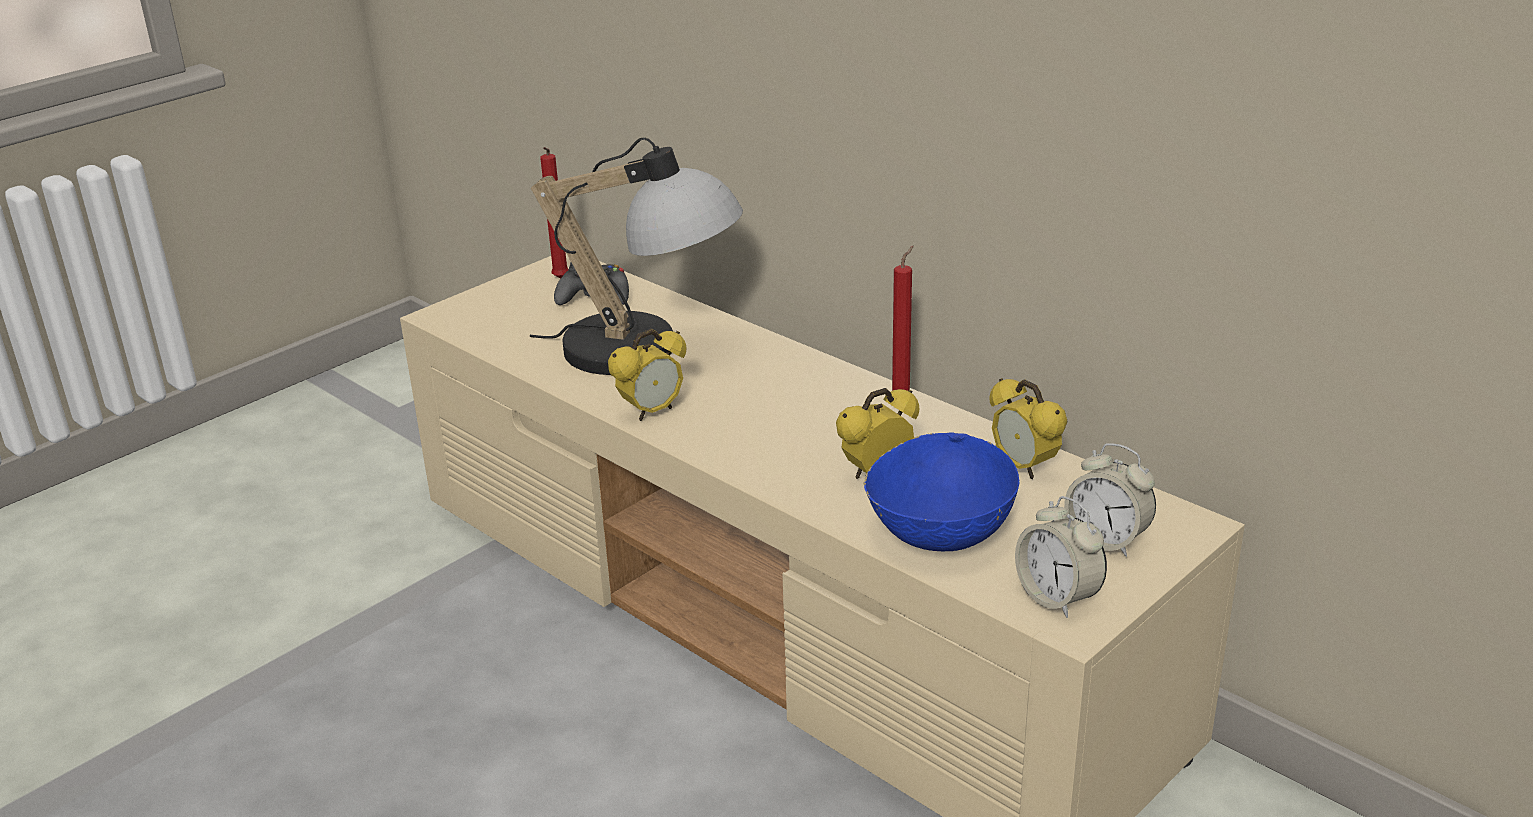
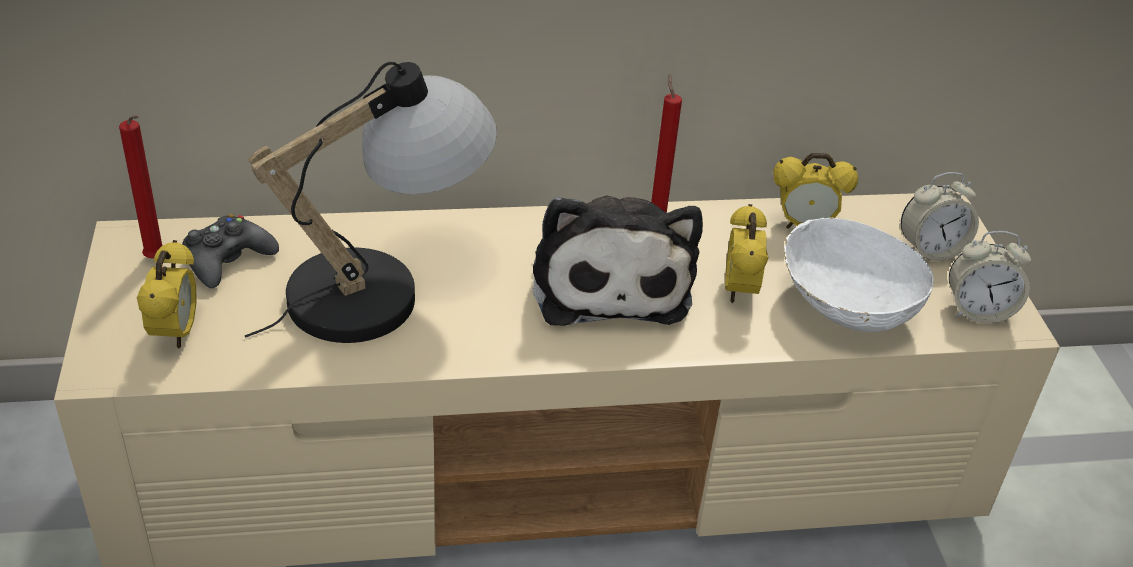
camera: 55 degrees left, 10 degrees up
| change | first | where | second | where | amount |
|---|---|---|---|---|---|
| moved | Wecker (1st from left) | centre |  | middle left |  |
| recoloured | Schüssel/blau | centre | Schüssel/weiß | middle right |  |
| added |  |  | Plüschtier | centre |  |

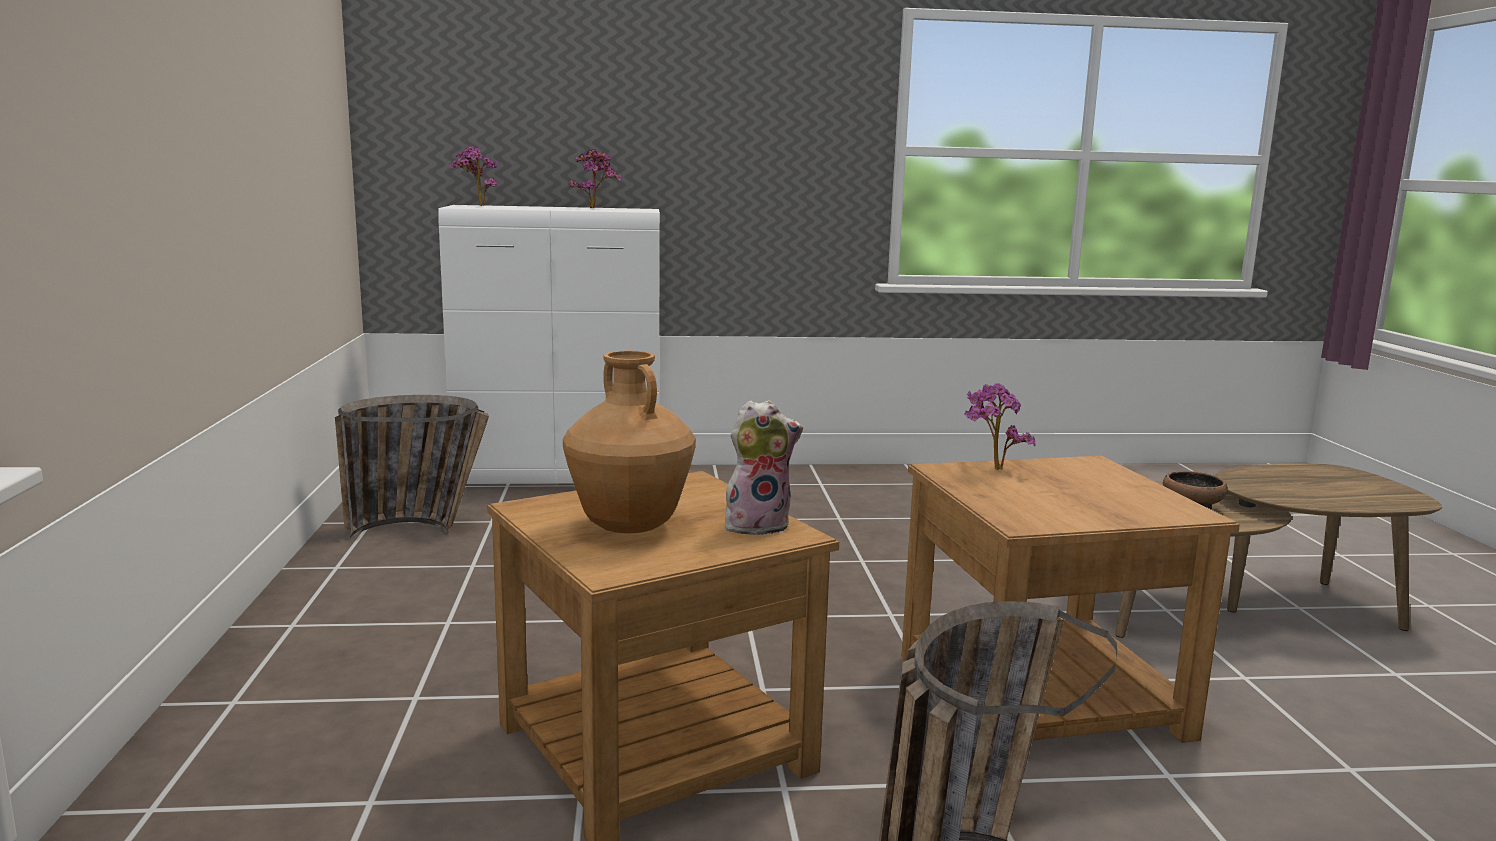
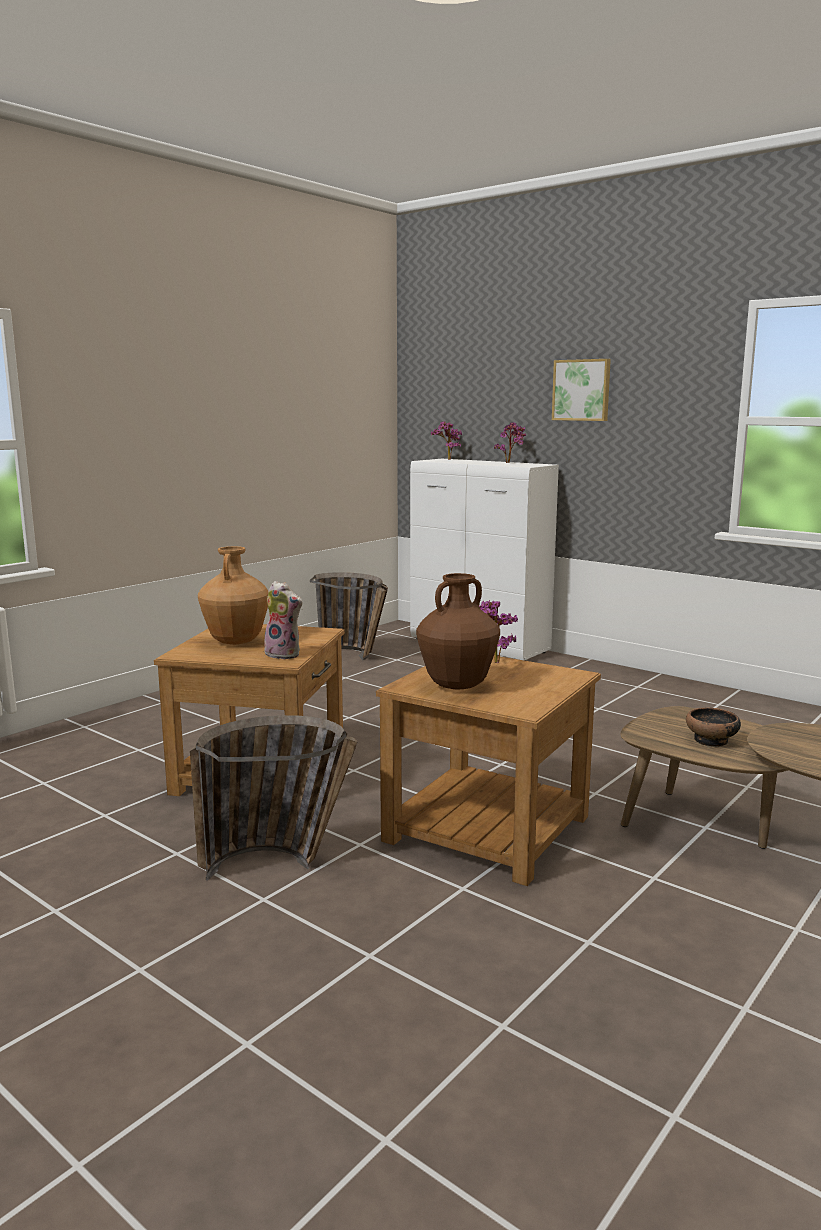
camera: 45 degrees right, 0 degrees up
| change | first | where | second | where | amount |
|---|---|---|---|---|---|
| added |  |  | Vase/braun (2nd from left) | centre |  |
| added |  |  | Bild | top right |  |

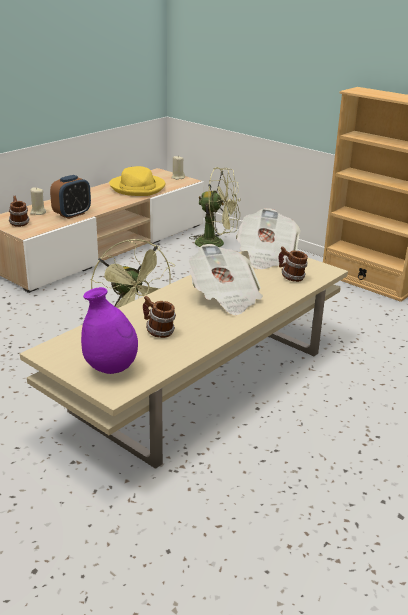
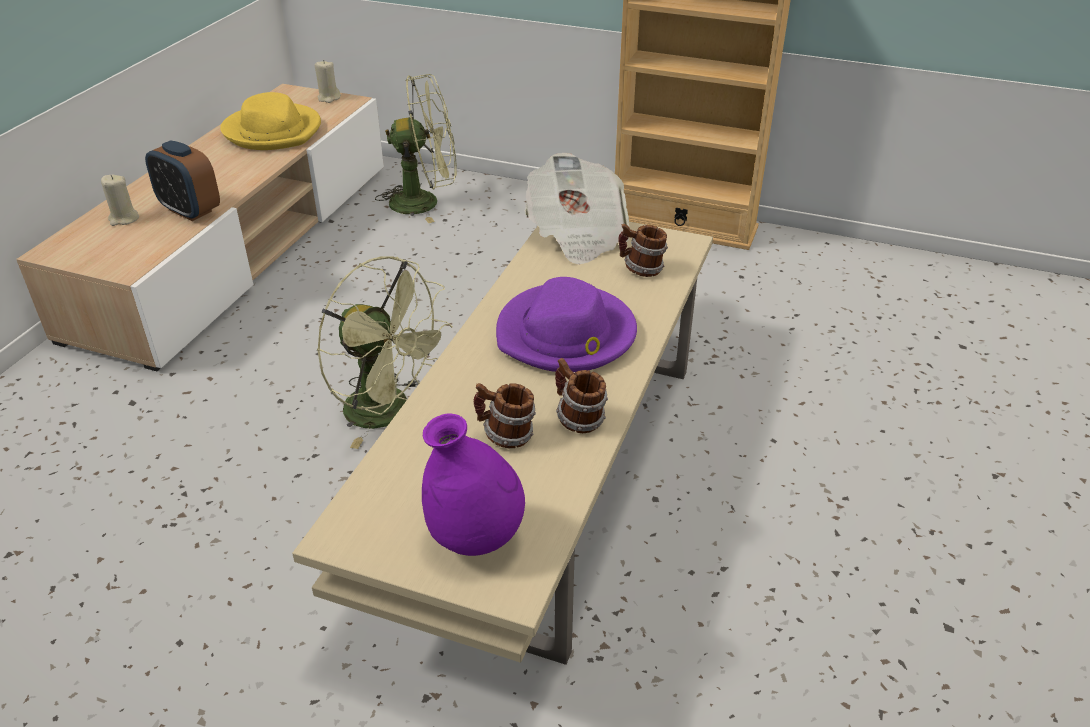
camera: 20 degrees left, 10 degrees up
| change | first | where | second | where | amount |
|---|---|---|---|---|---|
| moved | Henkelbecher (1st from left in the first image) | middle left | Henkelbecher (2nd from left) | centre |  |
| turned | Wecker | top left |  | top left | 105 degrees clockwise |
| replaced | Zeitung (1st from left) | centre | Hut/lila | centre |  |

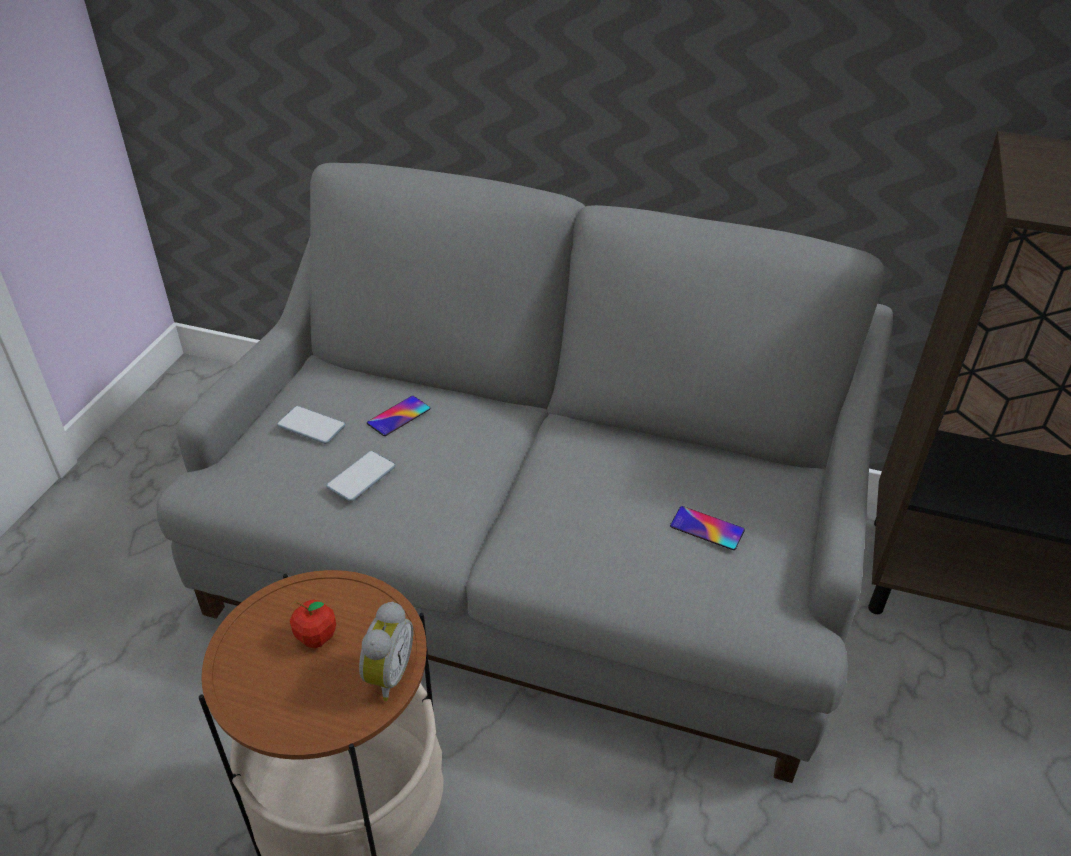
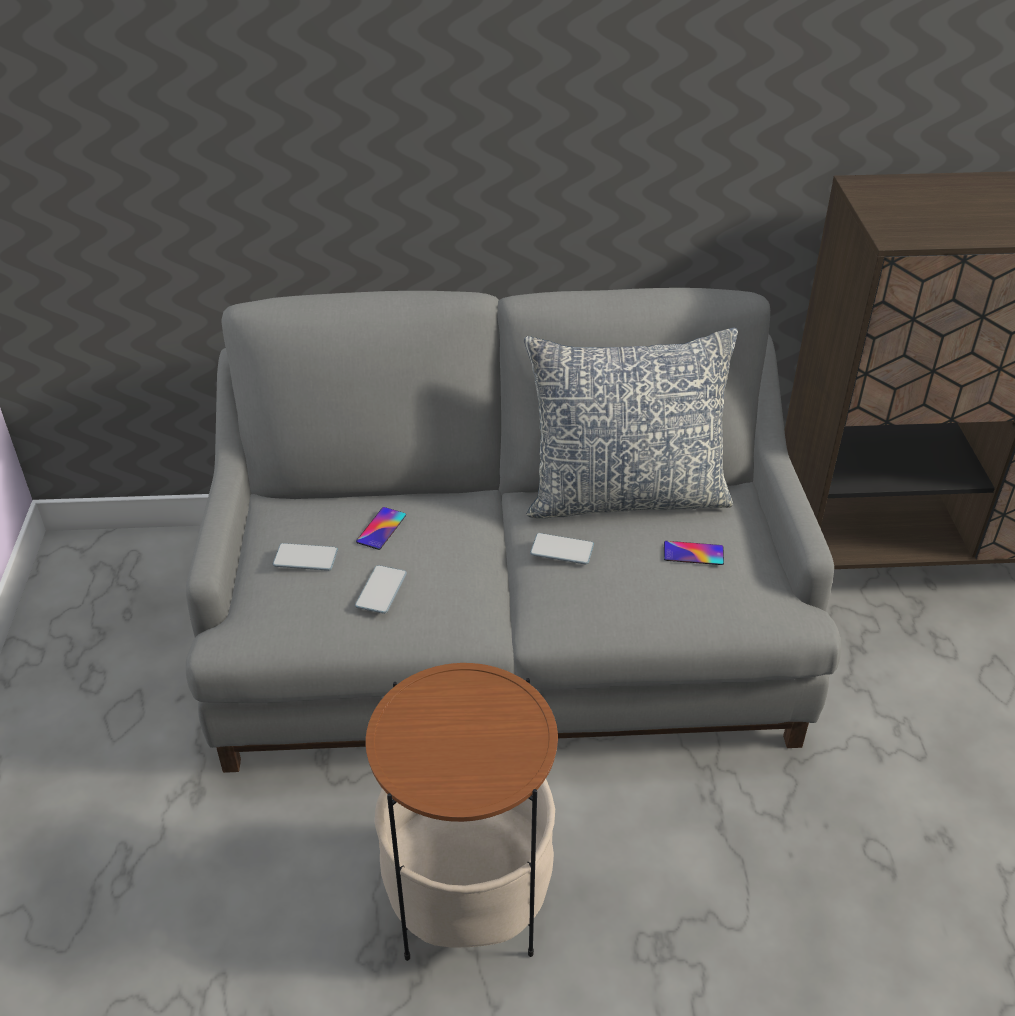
camera: 20 degrees left, 0 degrees up
| change | first | where | second | where | amount |
|---|---|---|---|---|---|
| removed | Apfel | bottom left |  |  |  |
| removed | Wecker | bottom centre |  |  |  |
| added |  |  | Kissen | centre |  |
| added |  |  | Handy (4th from left) | centre |  |

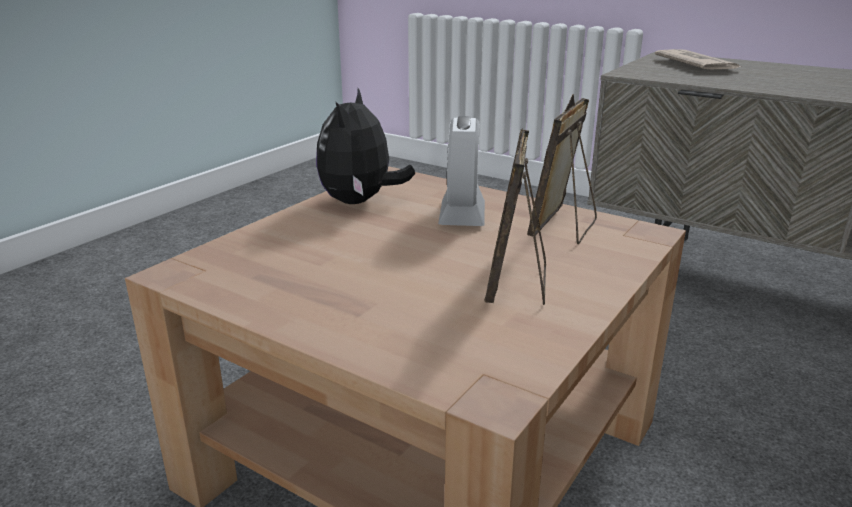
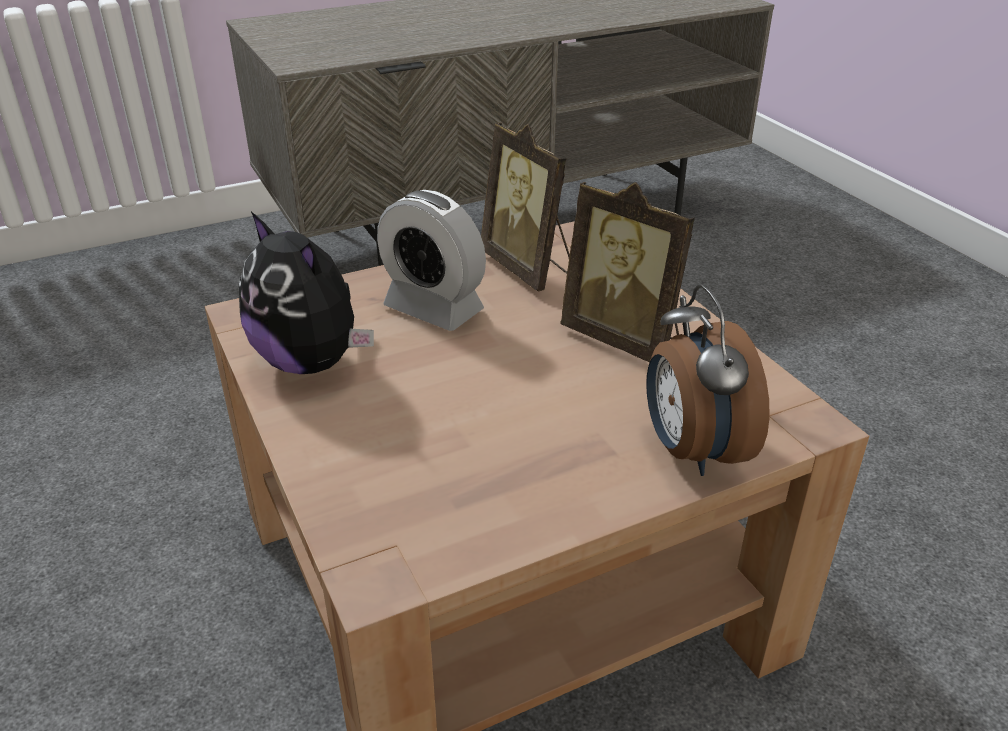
camera: 60 degrees left, 10 degrees up
| change | first | where | second | where | amount |
|---|---|---|---|---|---|
| removed | Zeitung | top right |  |  |  |
| added |  |  | Wecker (2nd from left) | middle right |  |

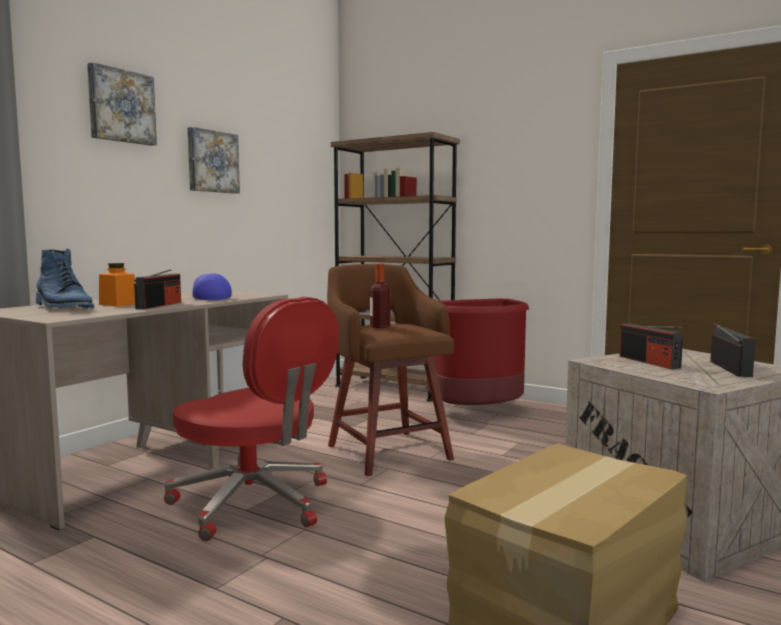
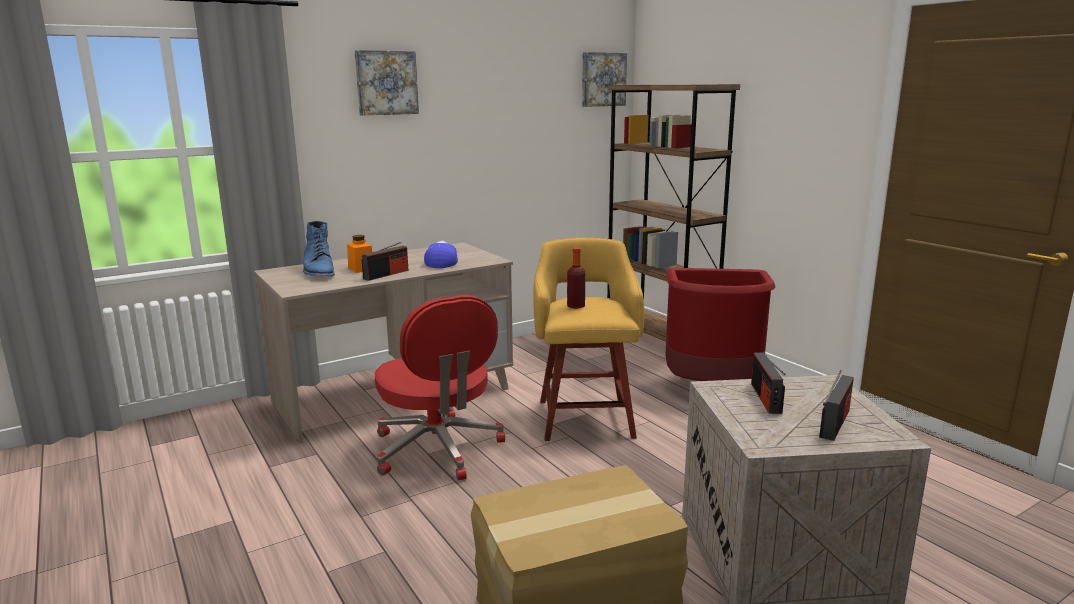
camera: 25 degrees right, 10 degrees up
| change | first | where | second | where | amount |
|---|---|---|---|---|---|
| moved | Bild (2nd from left) | top left |  | top centre |  |
| recoloured | Hocker/braun | centre | Hocker/gelb | centre |  |

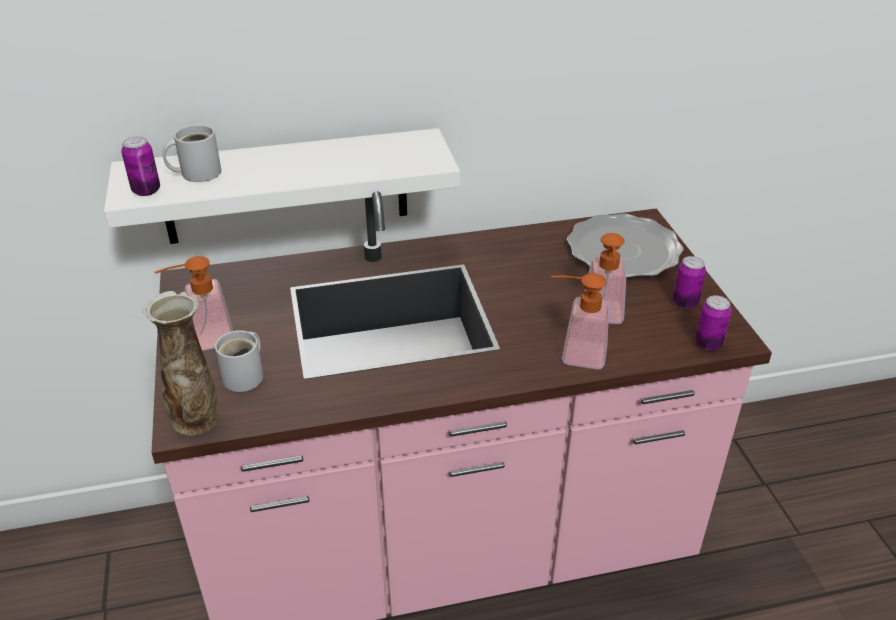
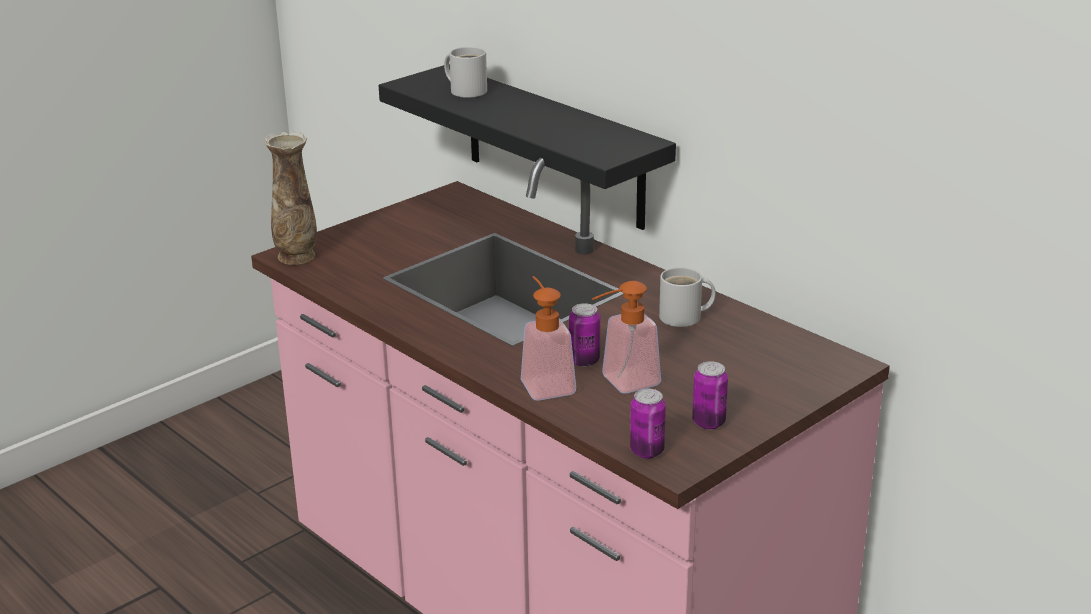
camera: 60 degrees right, 10 degrees down
| change | first | where | second | where | amount |
|---|---|---|---|---|---|
| recoloured | Wandregal/weiß | top left | Wandregal/schwarz | top centre |  |
| moved | Dose (1st from left) | top left |  | centre |  |
| removed | Seifenspender (1st from left) | middle left |  |  |  |
| moved | Henkelbecher/weiß (2nd from left) | middle left |  | centre |  |
| removed | Teller | middle right |  |  |  |

